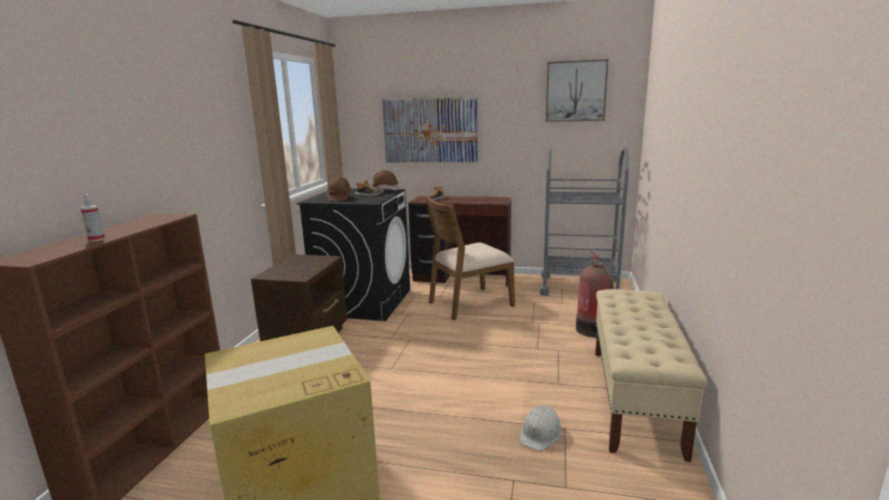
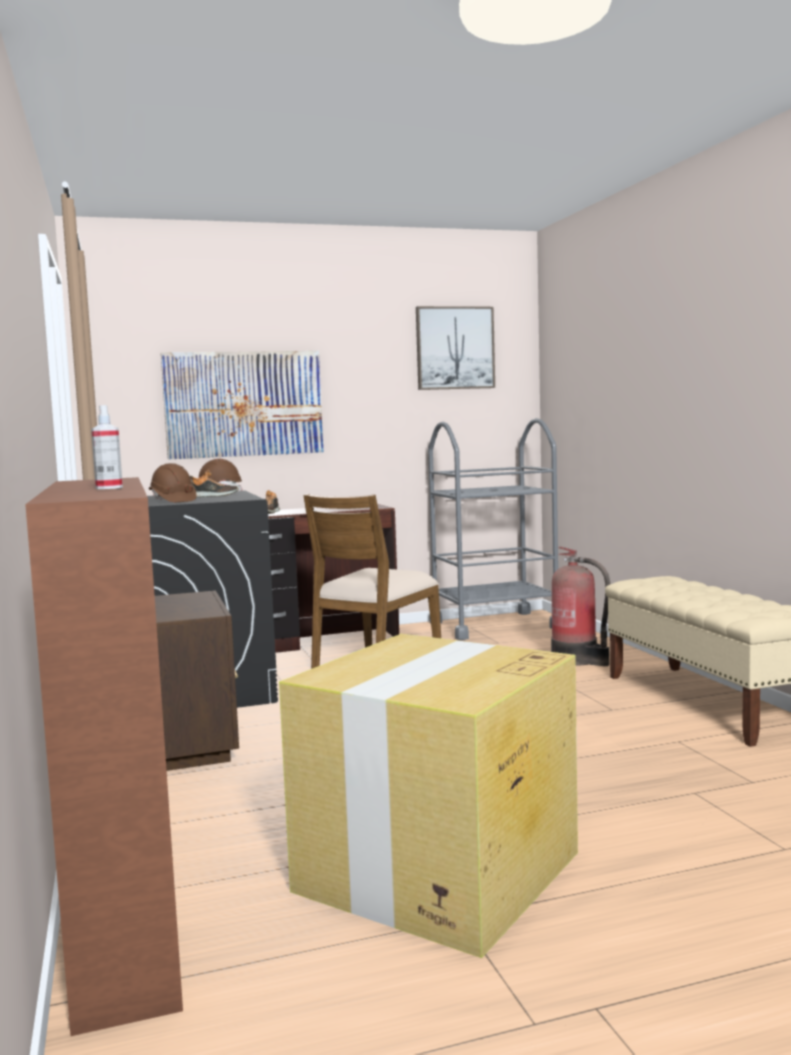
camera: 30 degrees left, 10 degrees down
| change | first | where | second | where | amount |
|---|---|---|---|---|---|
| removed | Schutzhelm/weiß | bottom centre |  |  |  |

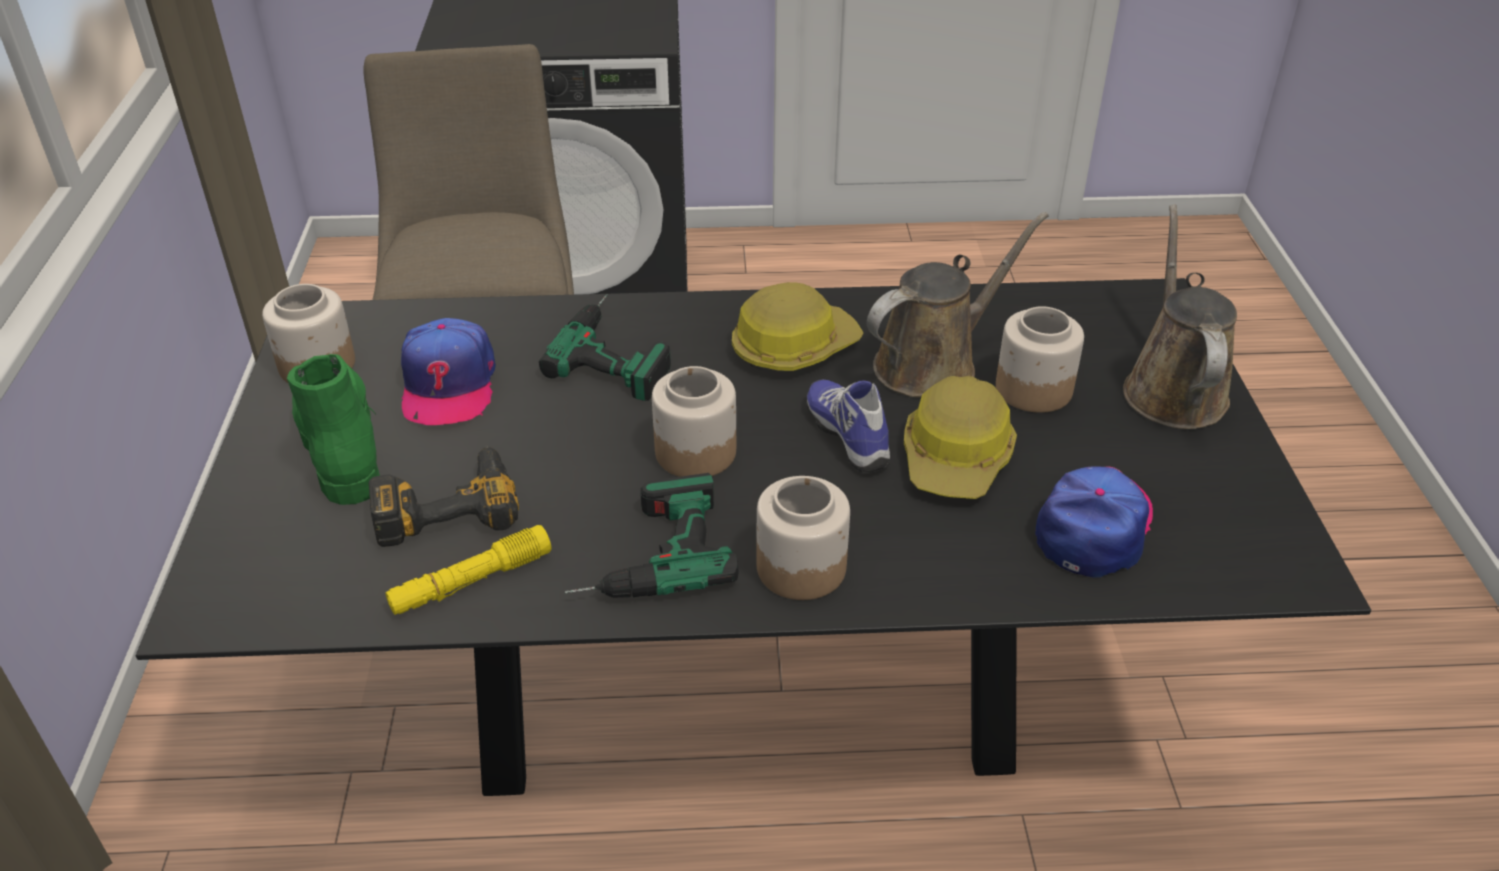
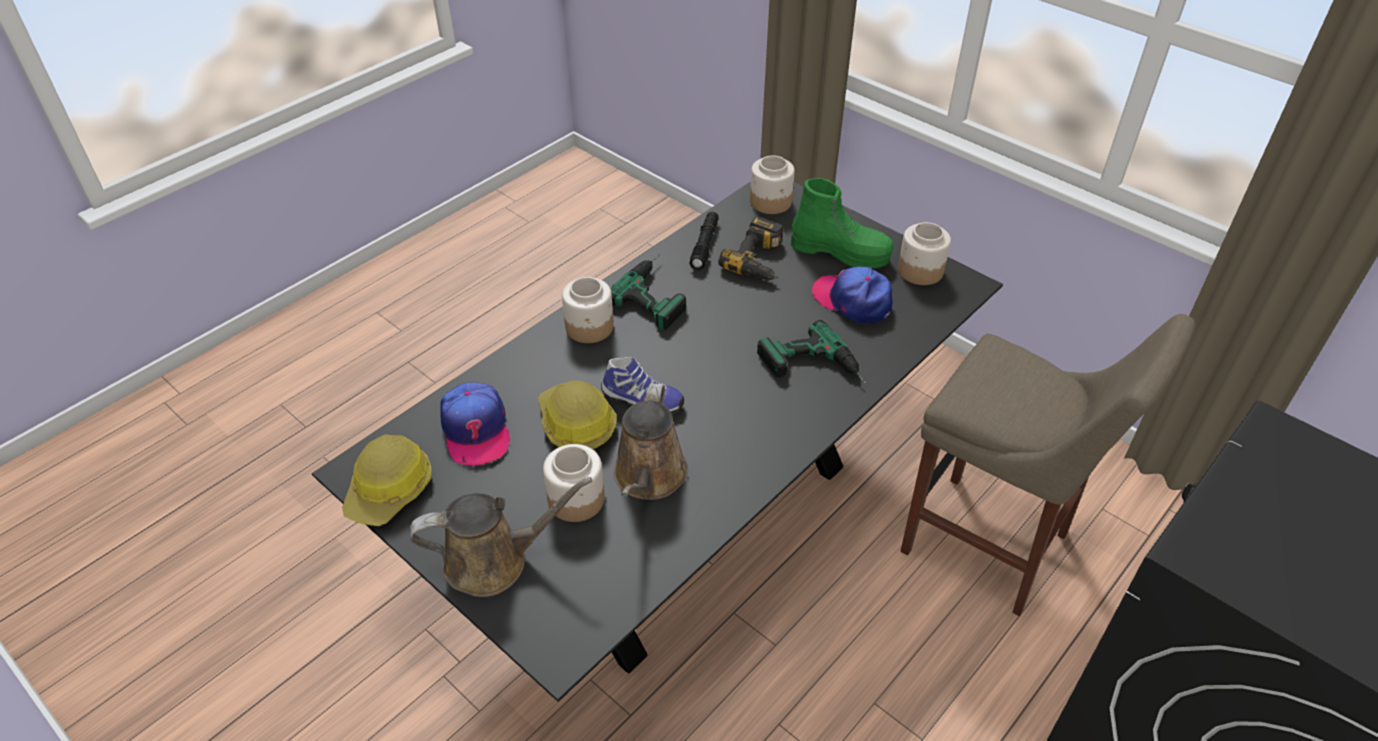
camera: 135 degrees right, 5 degrees up
| change | first | where | second | where | amount |
|---|---|---|---|---|---|
| recoloured | Taschenlampe/gelb | middle left | Taschenlampe/schwarz | top centre |  |
| moved | Vorratsglas (2nd from left in the first image) | centre | Vorratsglas (3rd from left) | top centre |  |
| moved | Schutzhelm (1st from left) | centre |  | middle left |  |
| turned | Gießkanne/braun (2nd from left in the first image) | middle right | Gießkanne/braun (1st from left) | bottom centre | 60 degrees counterclockwise |

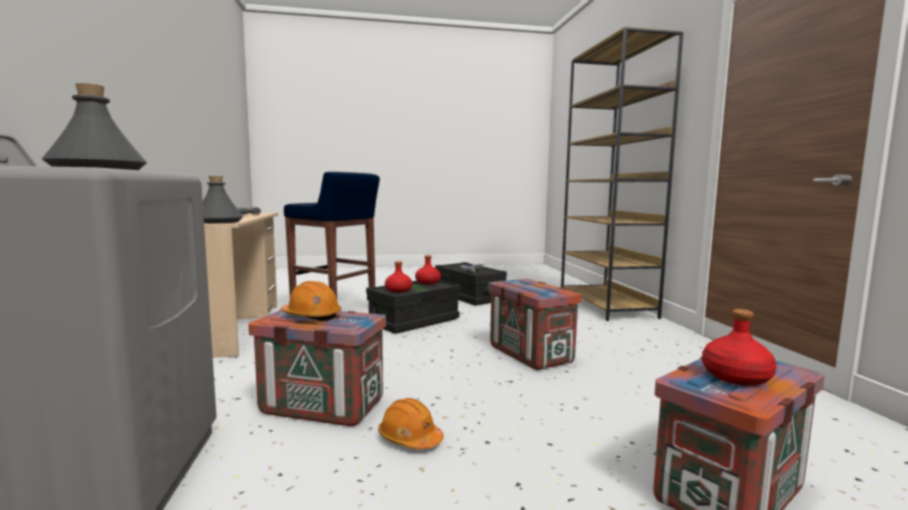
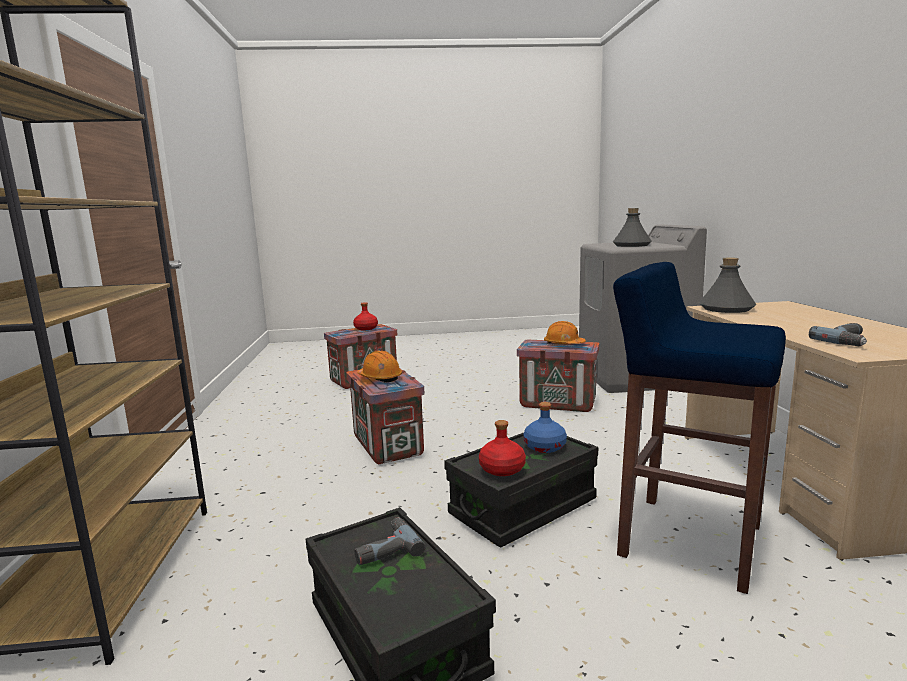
camera: 175 degrees left, 5 degrees up
| change | first | where | second | where | amount |
|---|---|---|---|---|---|
| moved | Schutzhelm/orange (2nd from left in the first image) | bottom centre | Schutzhelm/orange (1st from left) | centre |  |
| recoloured | Flasche/rot (1st from left) | centre | Flasche/blau | centre |  |

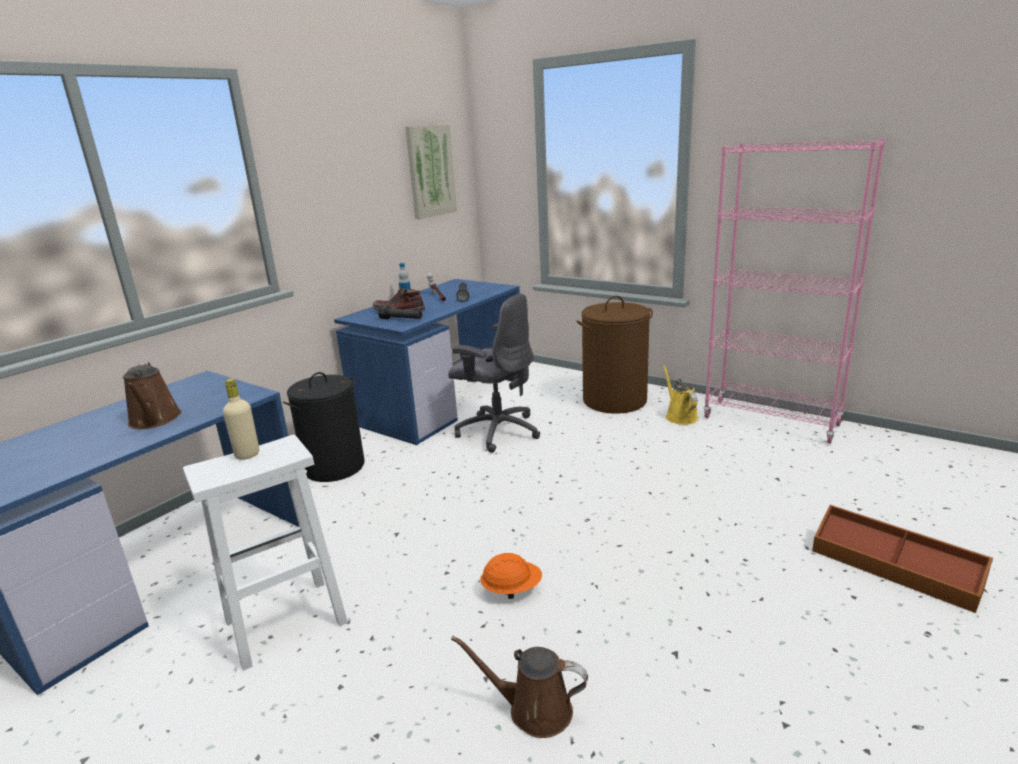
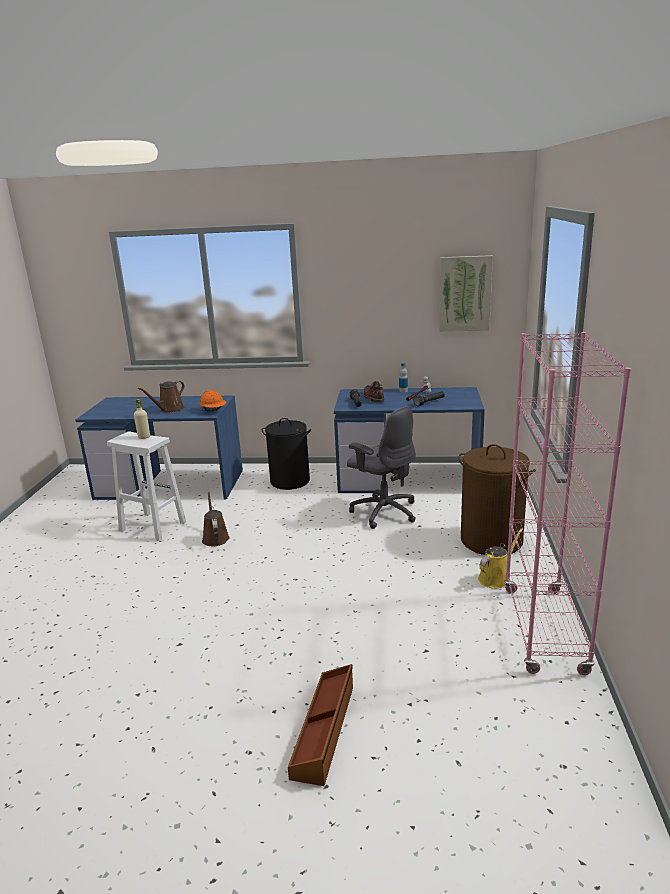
camera: 60 degrees right, 0 degrees up
| change | first | where | second | where | amount |
|---|---|---|---|---|---|
| turned | Bürostuhl/grau | centre |  | centre | 45 degrees counterclockwise |
| moved | Gießkanne/braun (2nd from left) | bottom centre |  | middle left |  |
| moved | Schutzhelm/orange | bottom centre |  | middle left |  |

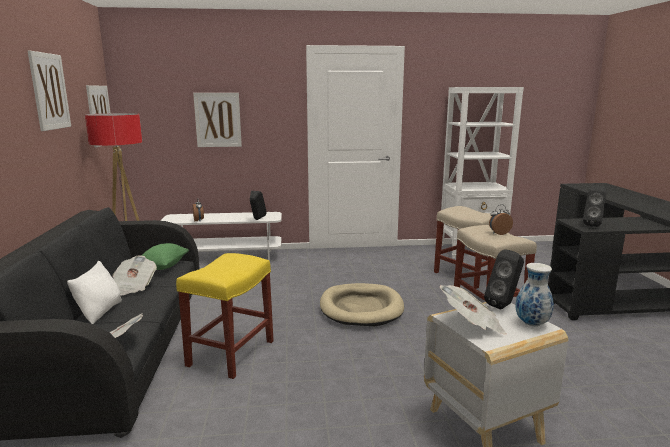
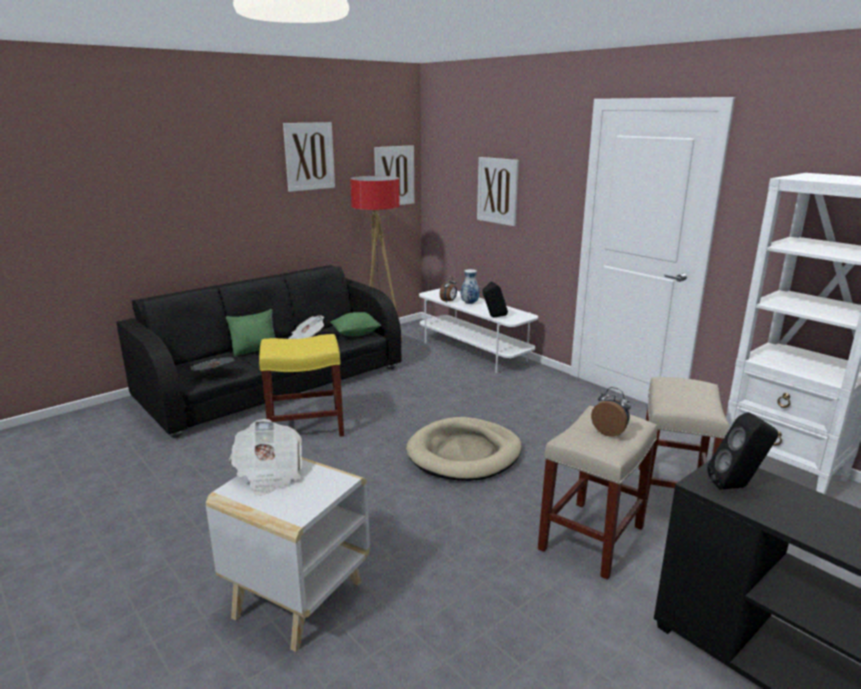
camera: 55 degrees right, 5 degrees up
| change | first | where | second | where | amount |
|---|---|---|---|---|---|
| recoloured | Kissen/weiß | middle left | Kissen/grün (1st from left) | middle left |  |
| removed | Lautsprecher/schwarz (2nd from left) | middle right |  |  |  |
| moved | Vase | middle right |  | centre |  |

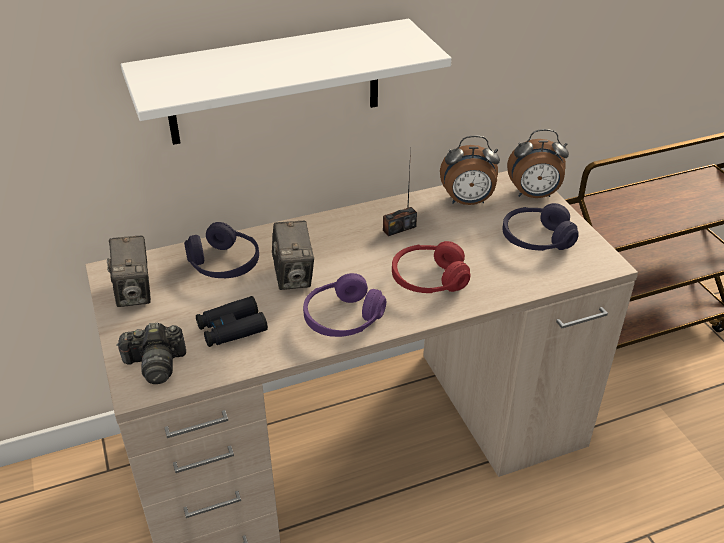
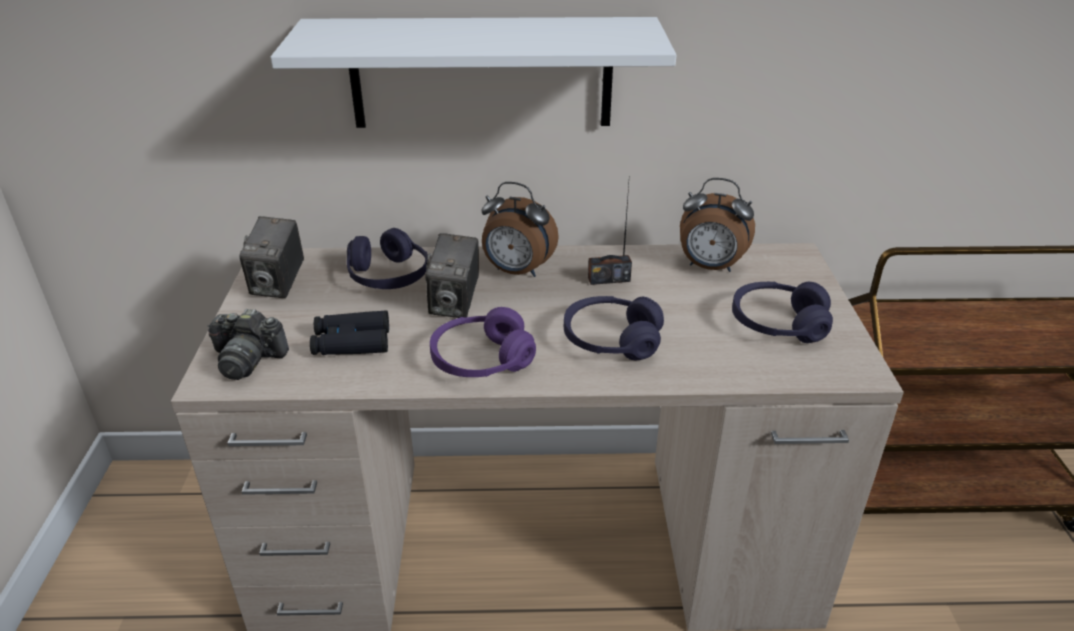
camera: 20 degrees right, 5 degrees down
| change | first | where | second | where | amount |
|---|---|---|---|---|---|
| recoloured | Kopfhörer/rot | centre | Kopfhörer/lila (3rd from left) | centre |  |
| moved | Wecker (2nd from left in the first image) | top right | Wecker (1st from left) | centre |  |

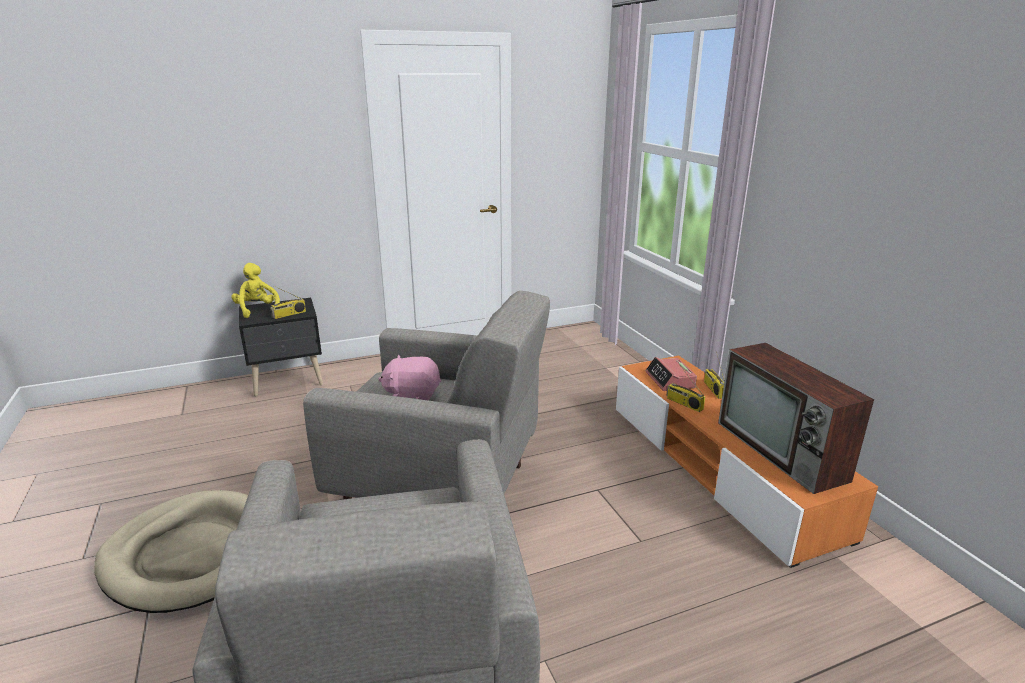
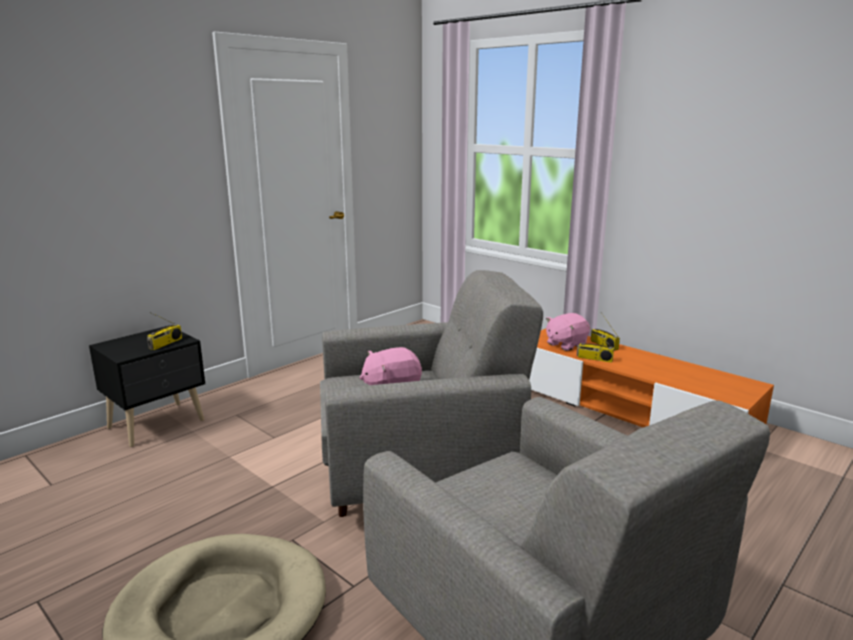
camera: 25 degrees left, 5 degrees down
| change | first | where | second | where | amount |
|---|---|---|---|---|---|
| removed | Plüschtier/gelb | middle left |  |  |  |
| replaced | Wecker | centre | Plüschtier/rosa (2nd from left) | centre |  |
| removed | Fernseher | middle right |  |  |  |

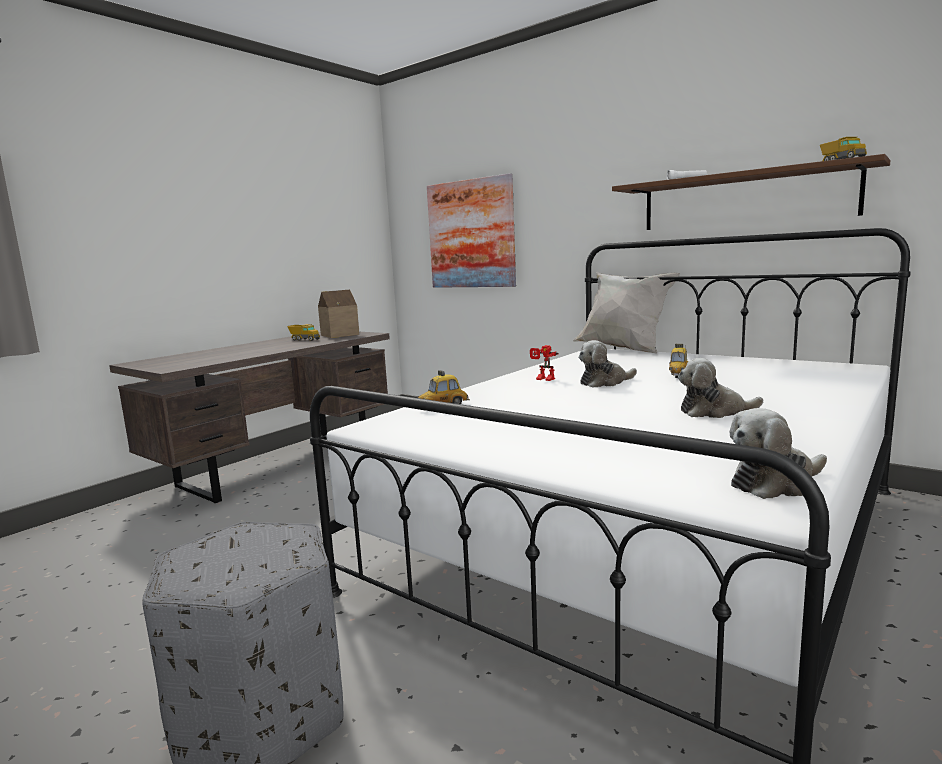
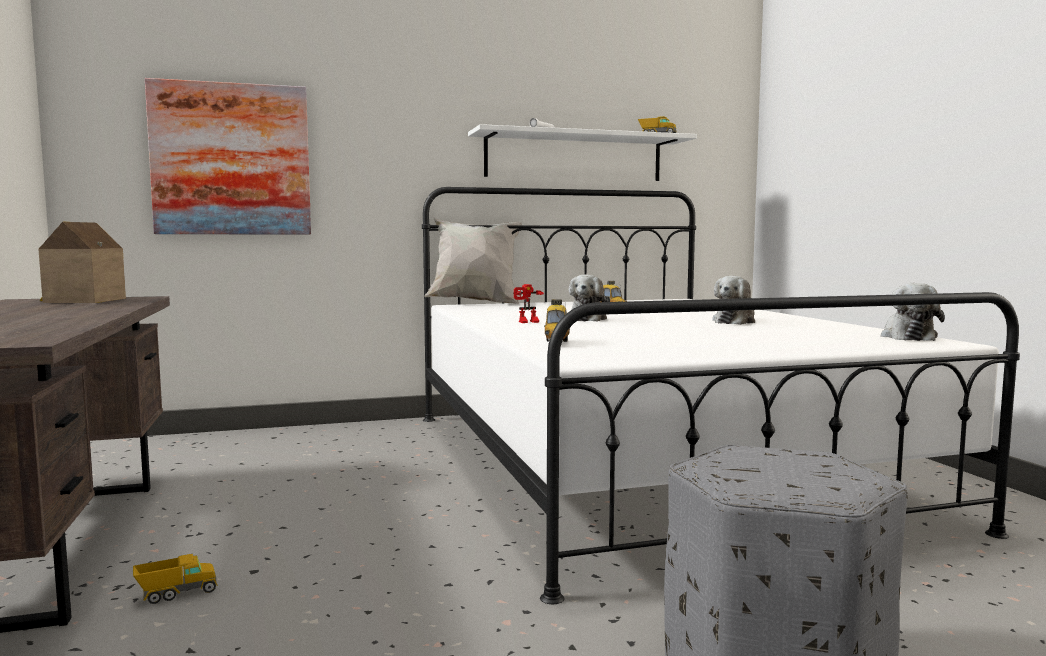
camera: 55 degrees left, 5 degrees down
| change | first | where | second | where | amount |
|---|---|---|---|---|---|
| moved | Spielzeuglaster (1st from left) | middle left |  | bottom left |  |
| recoloured | Wandregal/braun | top right | Wandregal/weiß | top centre |  |

